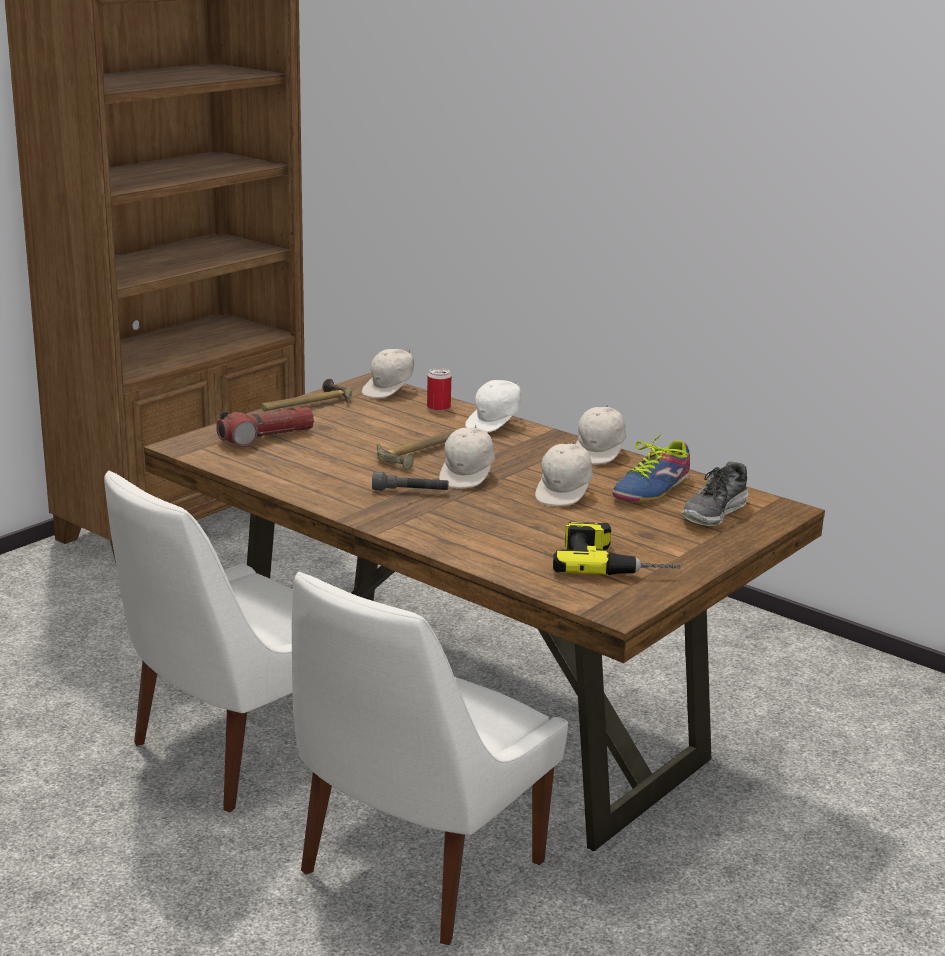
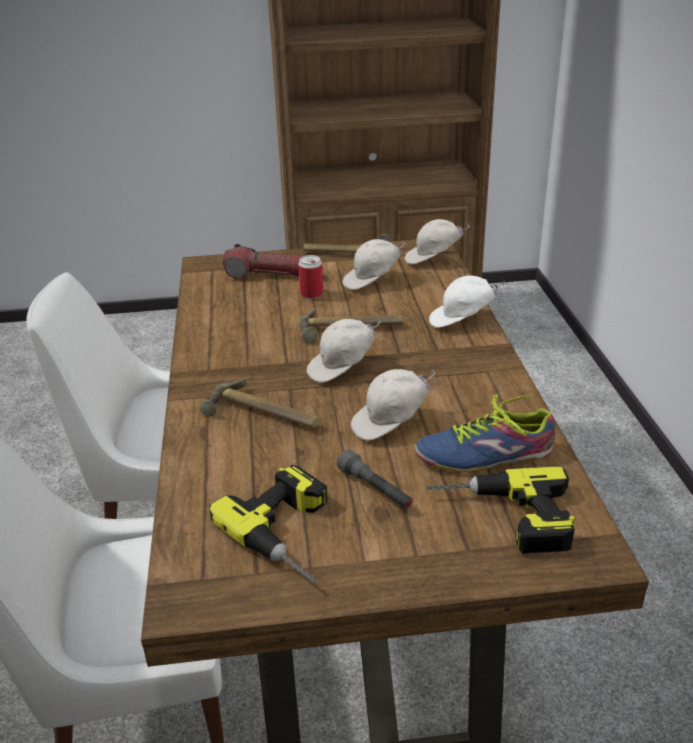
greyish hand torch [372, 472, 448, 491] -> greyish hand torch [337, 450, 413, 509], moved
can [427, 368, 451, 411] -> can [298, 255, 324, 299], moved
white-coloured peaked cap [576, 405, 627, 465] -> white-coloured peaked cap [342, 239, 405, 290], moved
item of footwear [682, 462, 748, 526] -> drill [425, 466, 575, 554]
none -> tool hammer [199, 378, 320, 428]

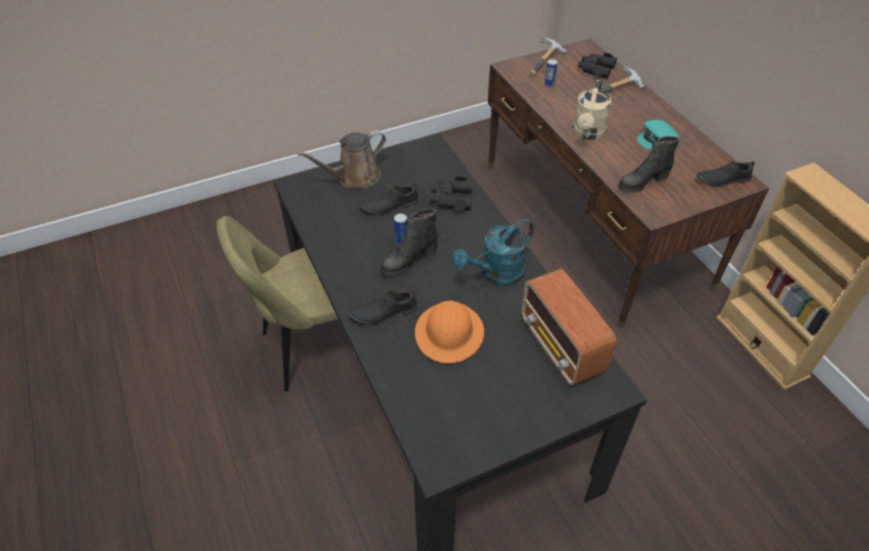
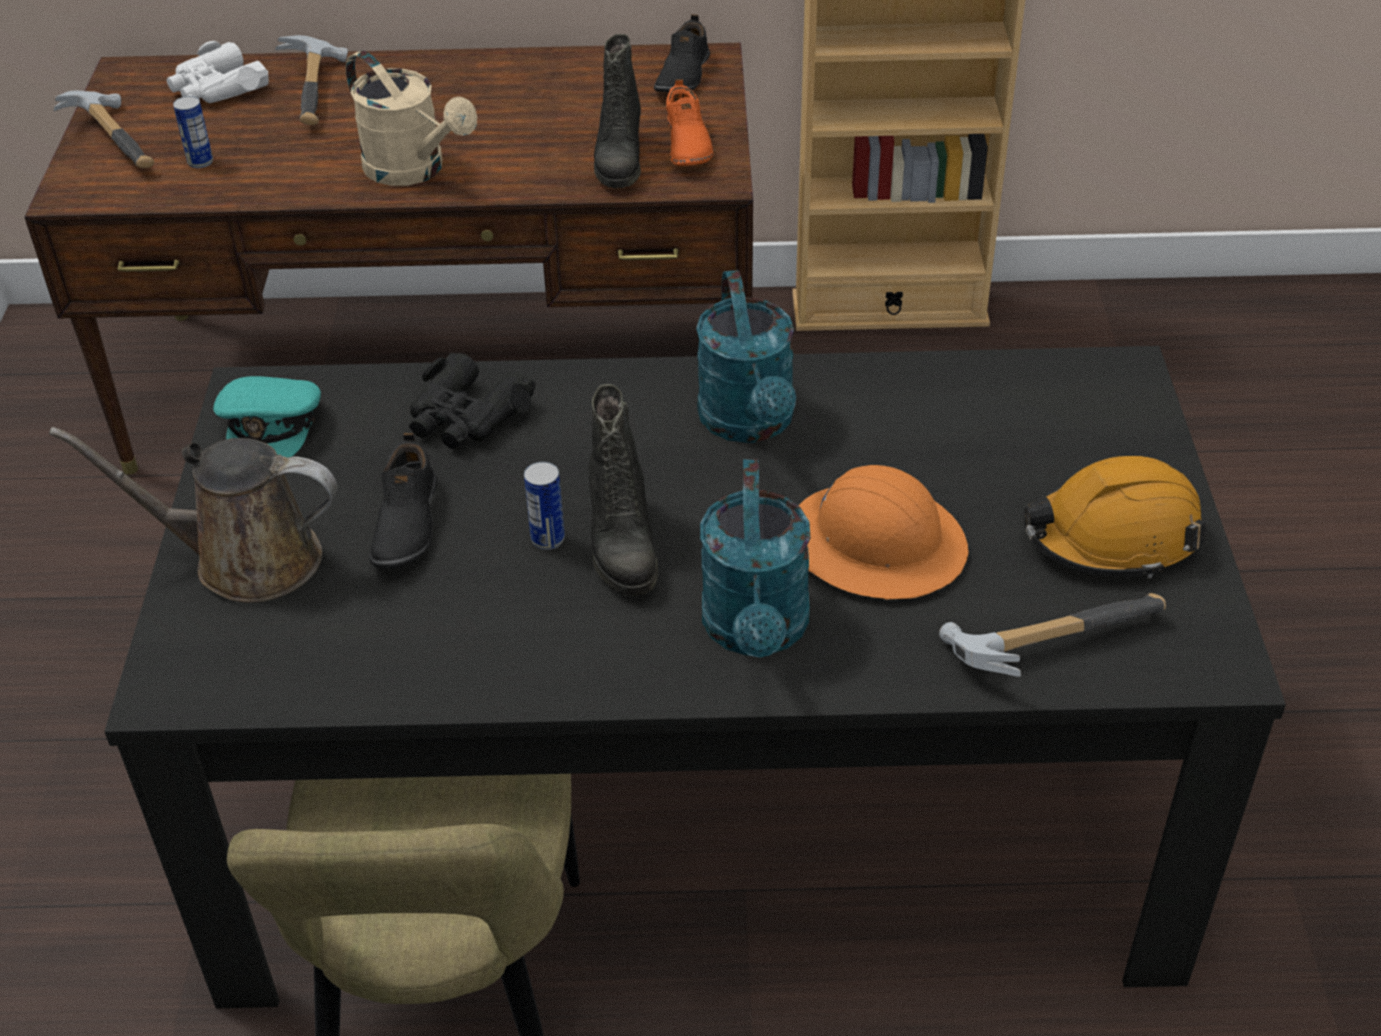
brown sprinkling can [297, 130, 386, 189] -> brown sprinkling can [49, 427, 337, 603], 105 degrees clockwise
blackish item of footwear [349, 288, 418, 325] -> blue-green sprinkling can [700, 459, 810, 658]
radio receiver [521, 269, 616, 386] -> none
blackish binoculars [578, 53, 617, 79] -> white-coloured binoculars [166, 41, 269, 103]
blue-green peaked cap [637, 120, 679, 149] -> blue-green peaked cap [213, 376, 321, 458], moved
none -> orangey item of footwear [666, 79, 713, 166]
none -> tool hammer [939, 593, 1166, 677]
none -> orangey hard hat [1024, 456, 1206, 578]

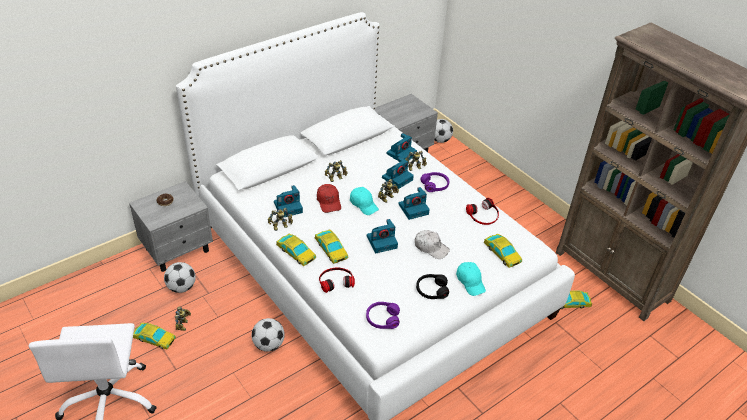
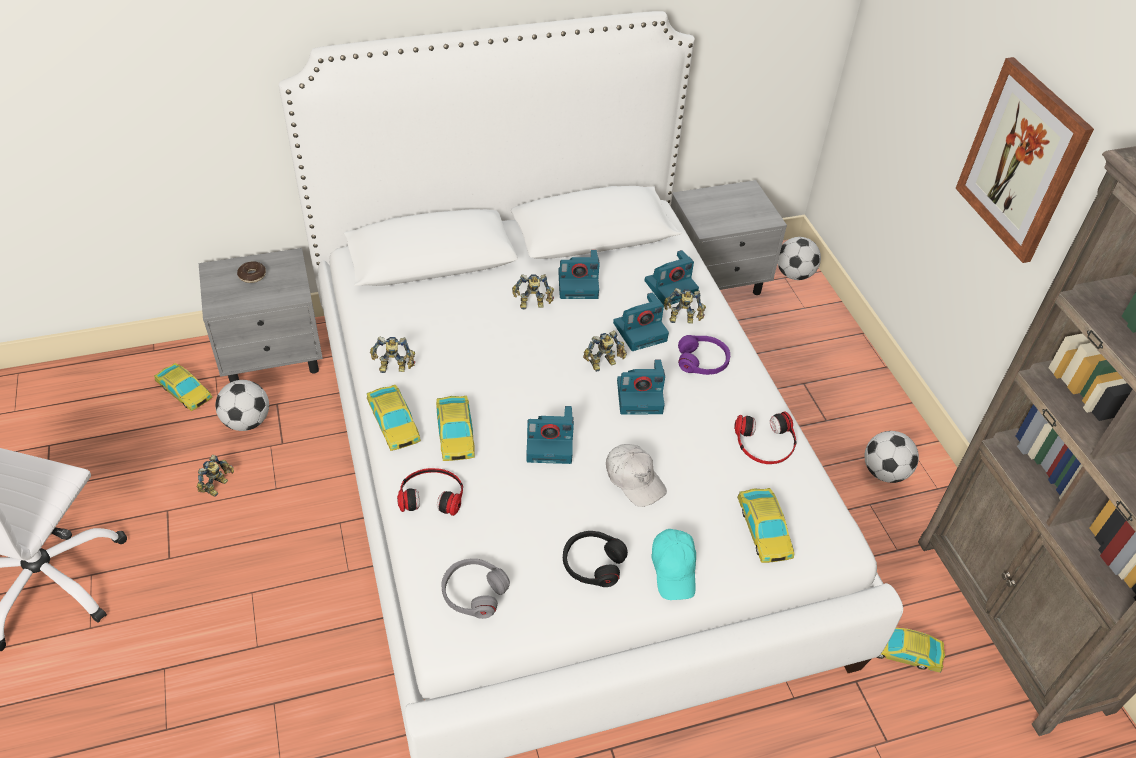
toy car [133, 323, 176, 349] -> toy car [154, 363, 213, 411], moved
ball for football [251, 318, 285, 352] -> ball for football [864, 431, 919, 483], moved
photo camera [274, 185, 303, 218] -> photo camera [558, 250, 600, 299], moved
red-coloured peaked cap [317, 184, 341, 213] -> none
blue-green peaked cap [350, 187, 379, 215] -> none
purple headphones [366, 302, 400, 329] -> greyish headphones [441, 558, 510, 619]
none -> wall picture [955, 57, 1094, 263]

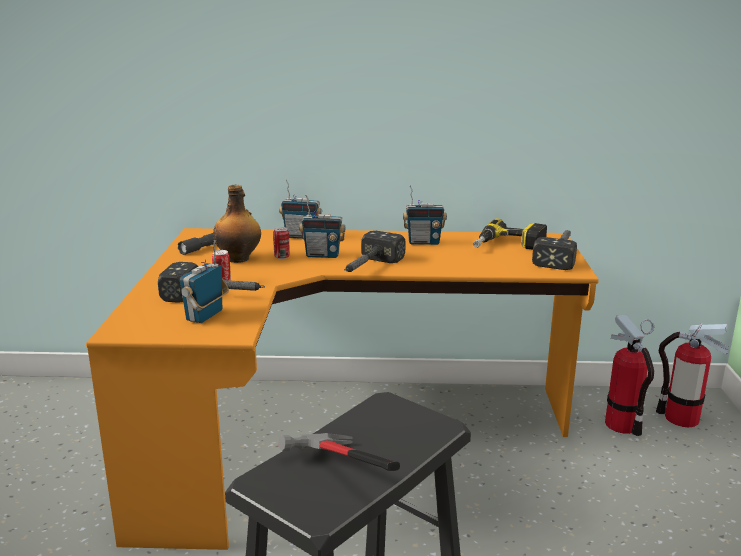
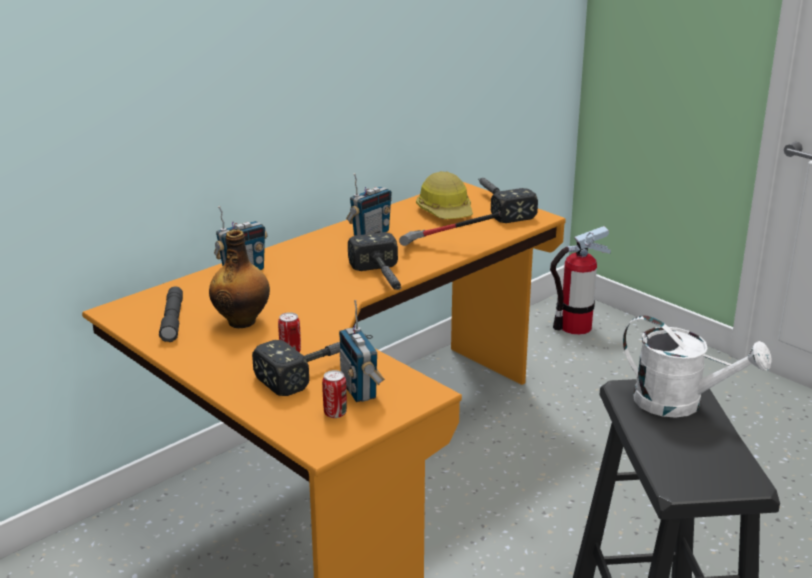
can [273, 227, 290, 259] -> can [322, 370, 347, 418], moved
tool hammer [278, 433, 400, 471] -> tool hammer [399, 212, 502, 246], moved
radio receiver [299, 195, 345, 258] -> none
drill [473, 219, 547, 250] -> hard hat [416, 171, 473, 219]
fire-fighting cylinder [605, 315, 654, 436] -> none
none -> white-coloured sprinkling can [622, 315, 772, 418]

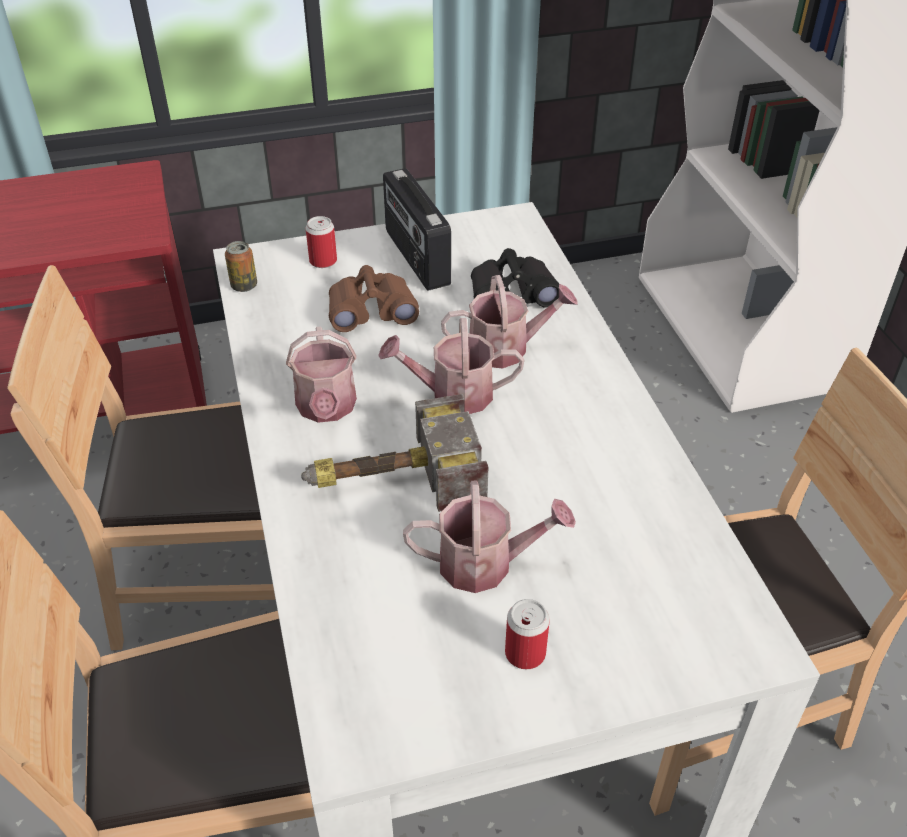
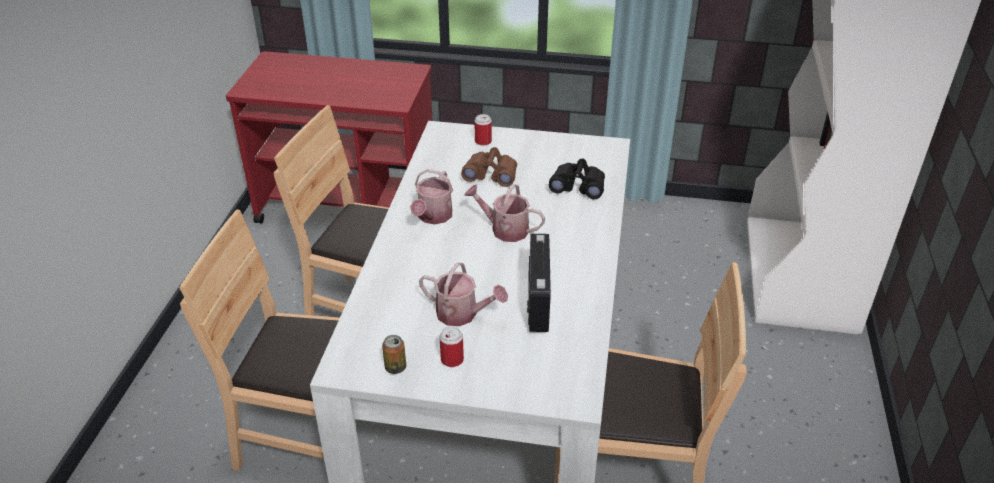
can [225, 241, 257, 292] -> can [382, 335, 406, 374], moved
tool hammer [301, 394, 488, 512] -> none
radio receiver [383, 168, 451, 291] -> radio receiver [527, 234, 551, 332], moved
sprinkling can [441, 275, 578, 368] -> none

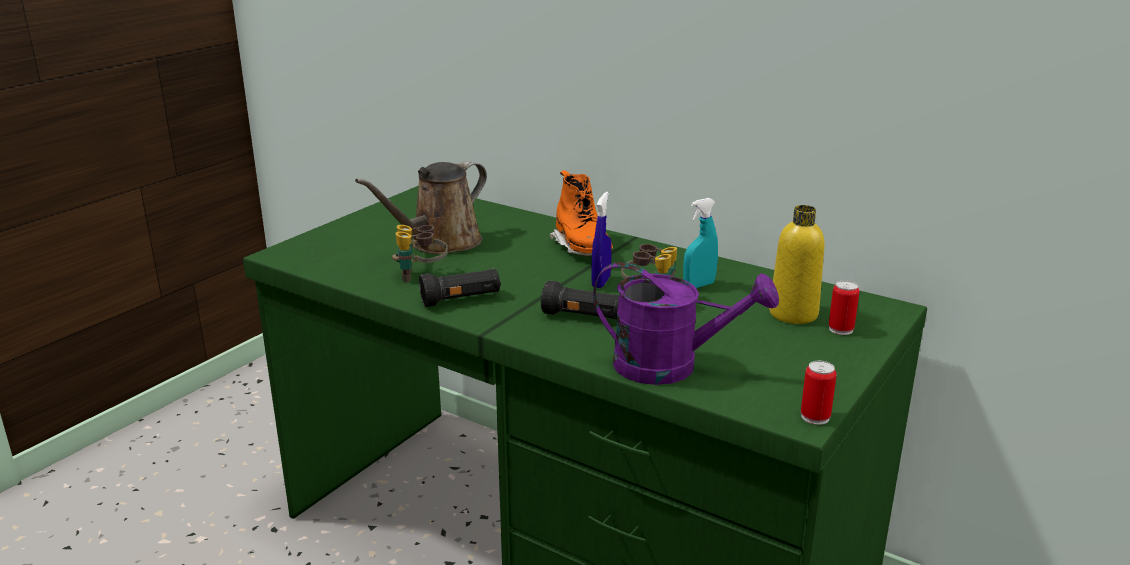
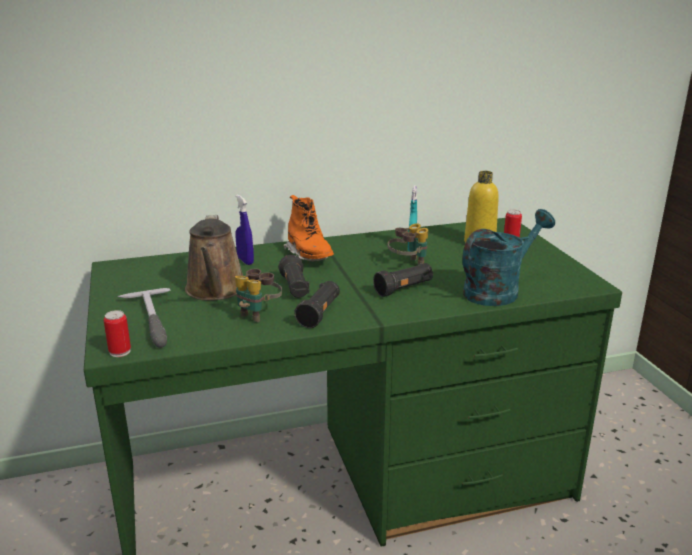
orangey boot [550, 170, 613, 256] -> orangey boot [284, 195, 334, 262], 45 degrees clockwise
blue-coloured spray bottle [591, 192, 612, 288] -> blue-coloured spray bottle [235, 194, 254, 265], moved
purple sprinkling can [593, 262, 779, 385] -> blue-green sprinkling can [462, 209, 555, 306]
can [801, 361, 836, 425] -> can [104, 310, 131, 357], moved
none -> tool hammer [118, 288, 170, 348]
none -> blackish hand torch [279, 255, 310, 298]

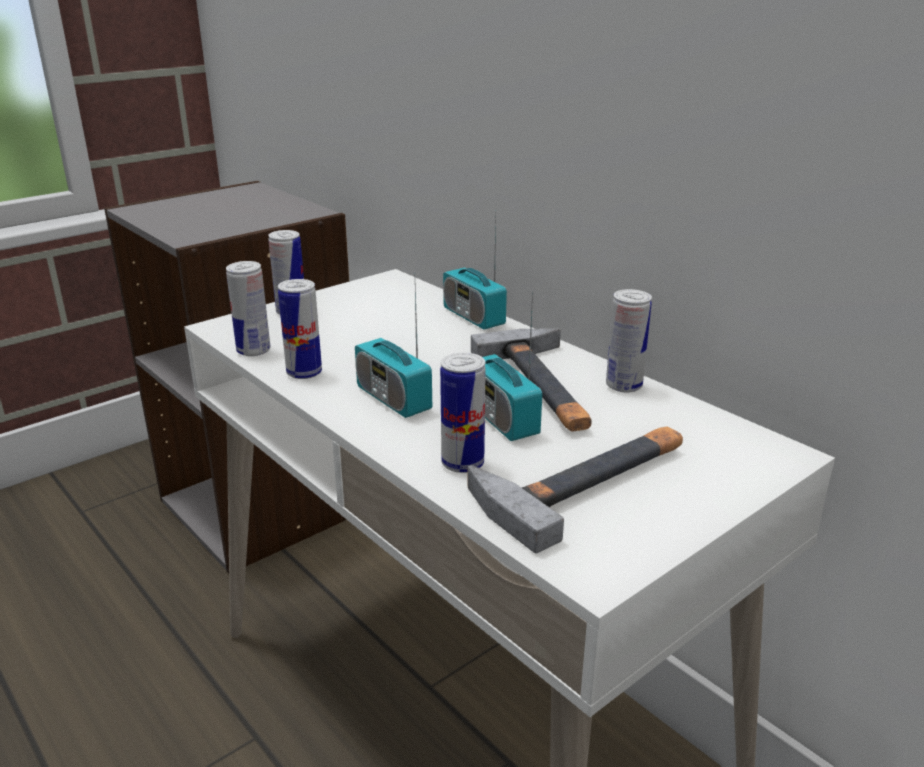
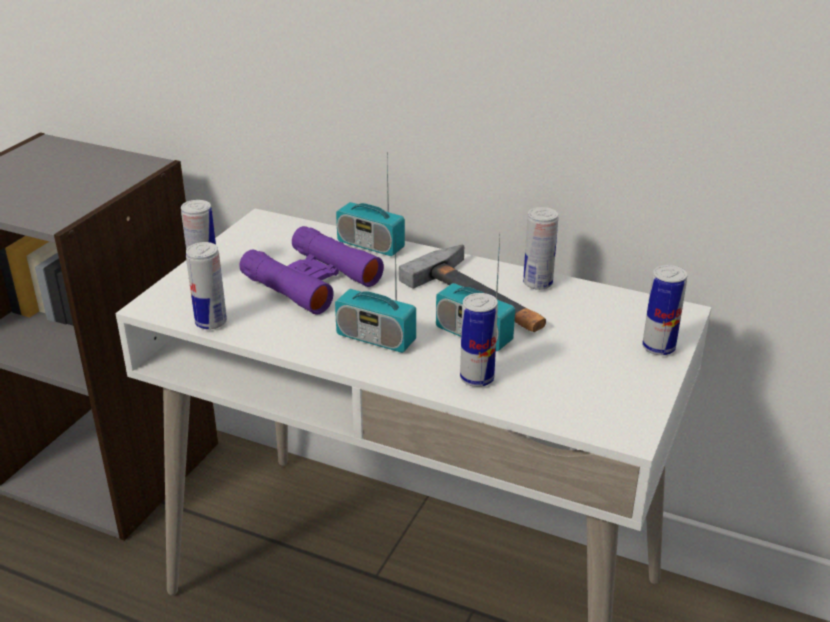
can [278, 279, 322, 379] -> can [642, 265, 688, 355], moved
tool hammer [468, 426, 683, 554] -> none
none -> purple binoculars [239, 226, 384, 314]

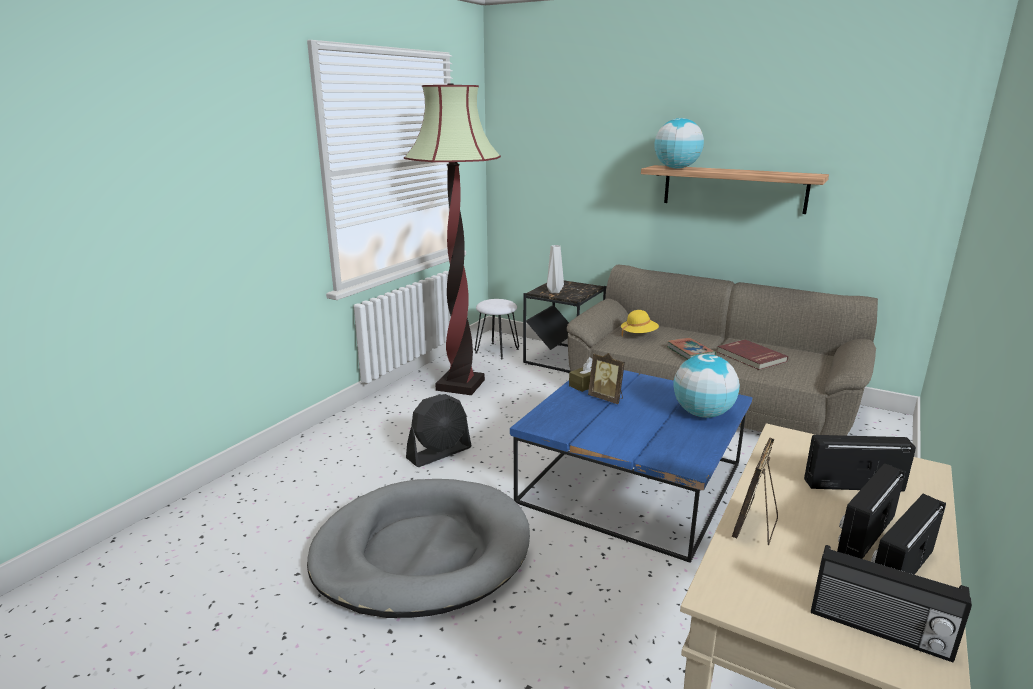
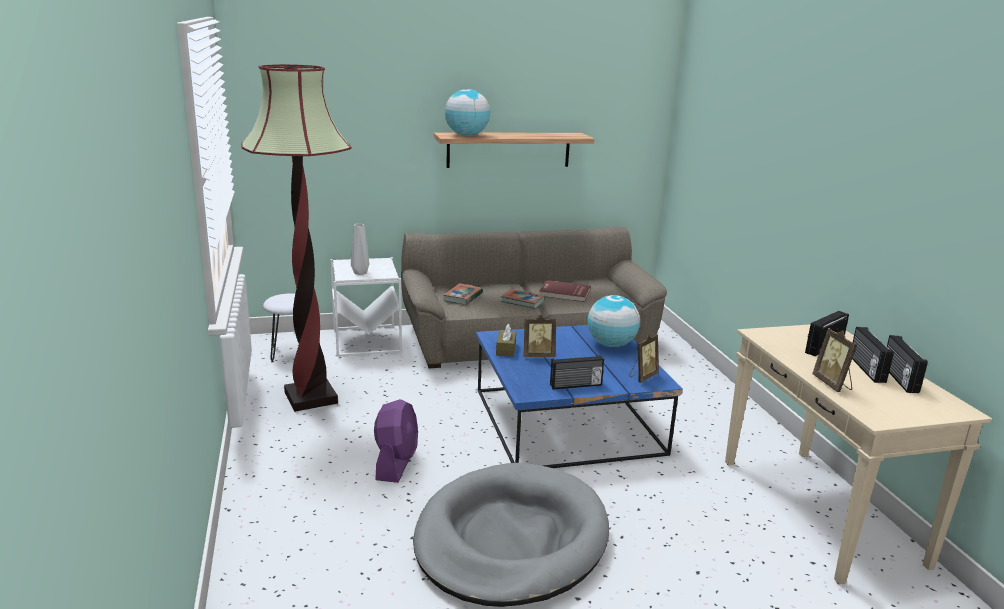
blackish cooling fan [406, 394, 472, 467] -> purple cooling fan [374, 399, 418, 483]
blackish side table [523, 280, 606, 373] -> white-coloured side table [331, 257, 402, 357]
yellow-coloured hat [621, 310, 659, 336] -> book [443, 283, 483, 305]
radio receiver [811, 545, 972, 662] -> radio receiver [550, 355, 604, 389], moved
none -> standing frame [629, 334, 659, 383]

